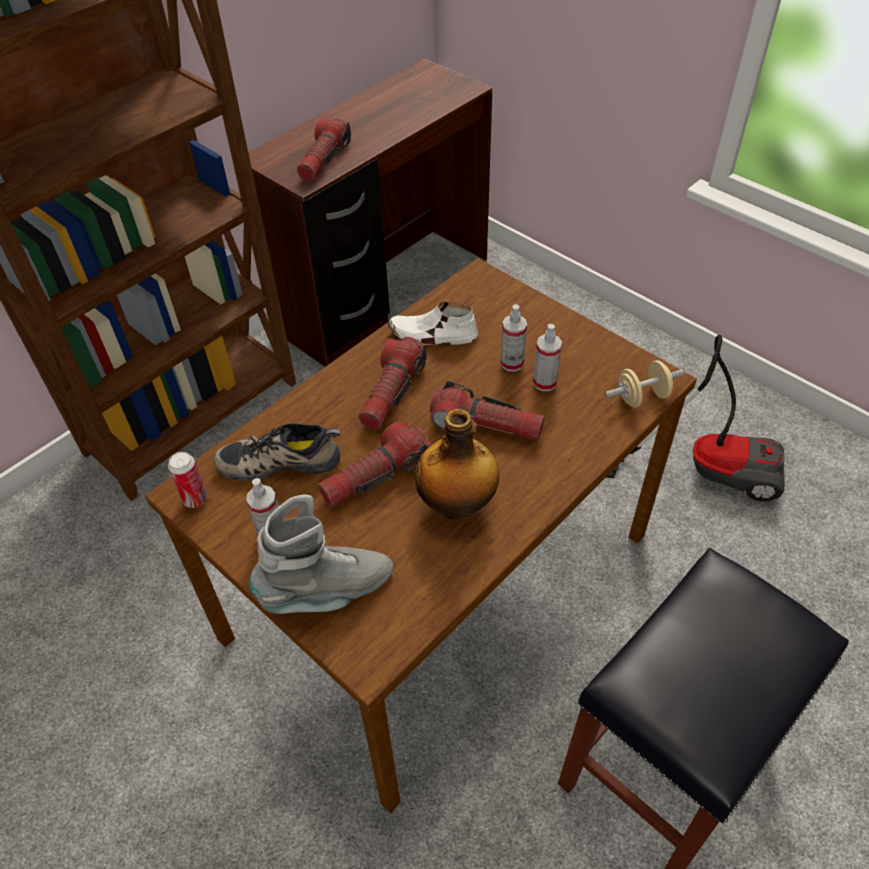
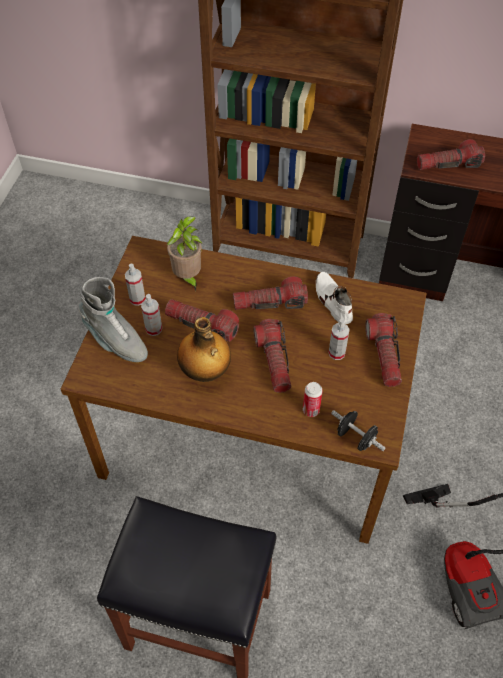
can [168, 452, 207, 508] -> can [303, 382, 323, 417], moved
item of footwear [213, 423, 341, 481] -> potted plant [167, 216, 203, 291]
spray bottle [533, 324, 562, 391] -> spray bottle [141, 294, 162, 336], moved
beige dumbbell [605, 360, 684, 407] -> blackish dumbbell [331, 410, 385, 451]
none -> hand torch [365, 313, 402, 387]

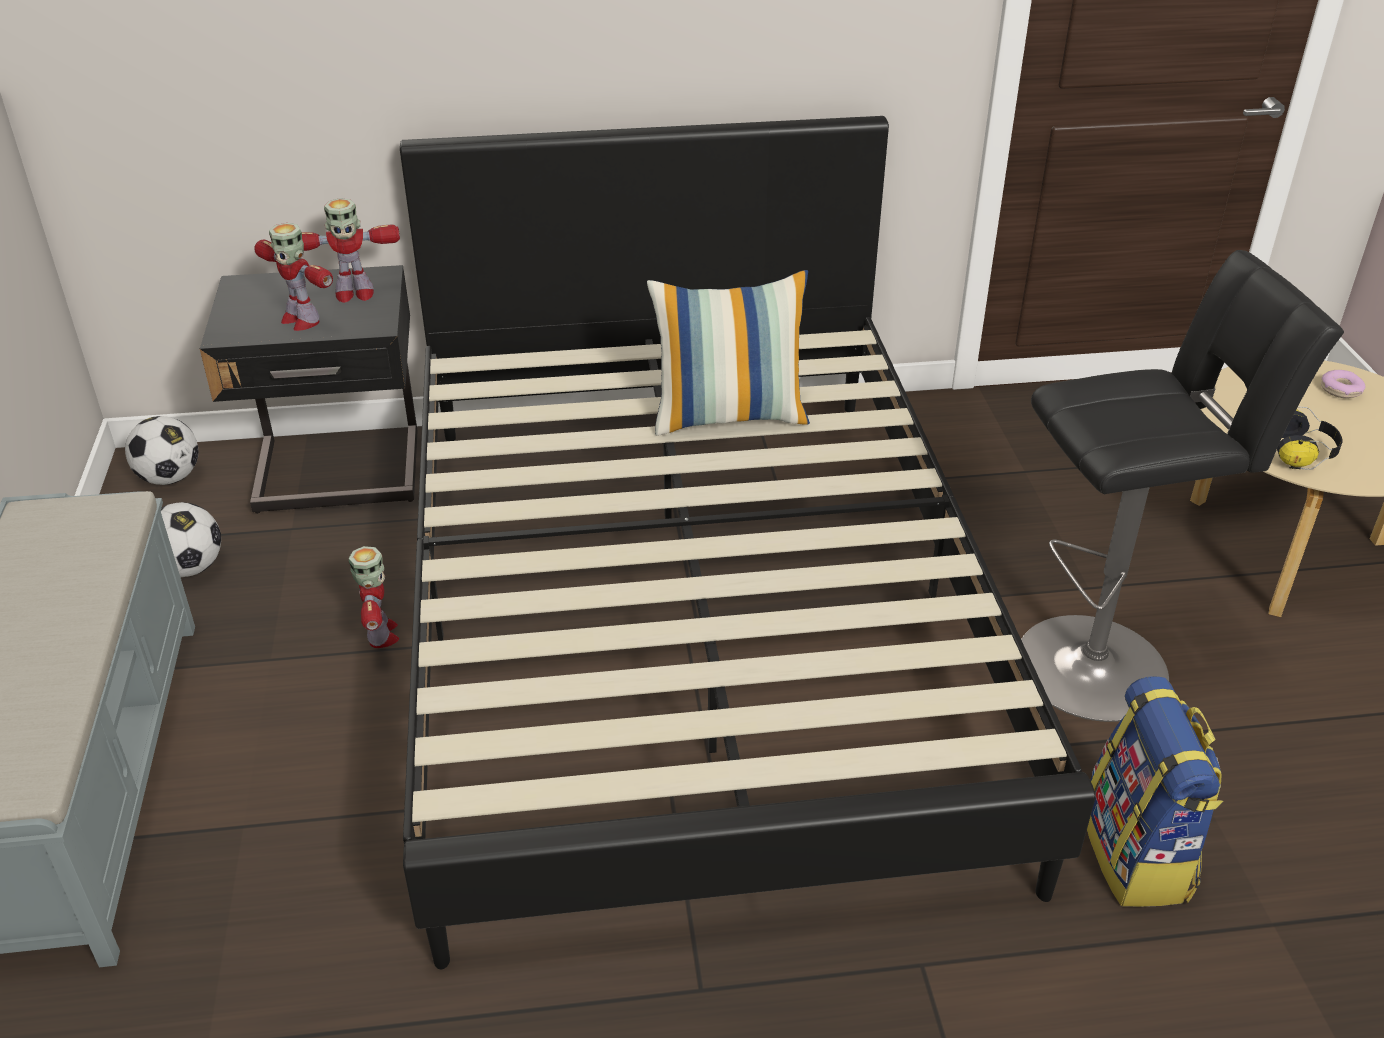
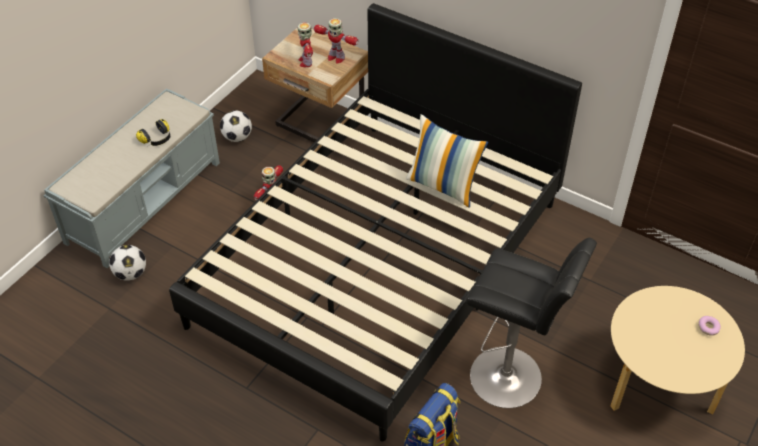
ball for football [125, 416, 199, 485] -> ball for football [109, 245, 146, 281], moved
blackish nightstand [200, 265, 418, 514] -> beige nightstand [262, 27, 368, 143]
headphones [1277, 406, 1342, 470] -> headphones [136, 119, 170, 146], moved

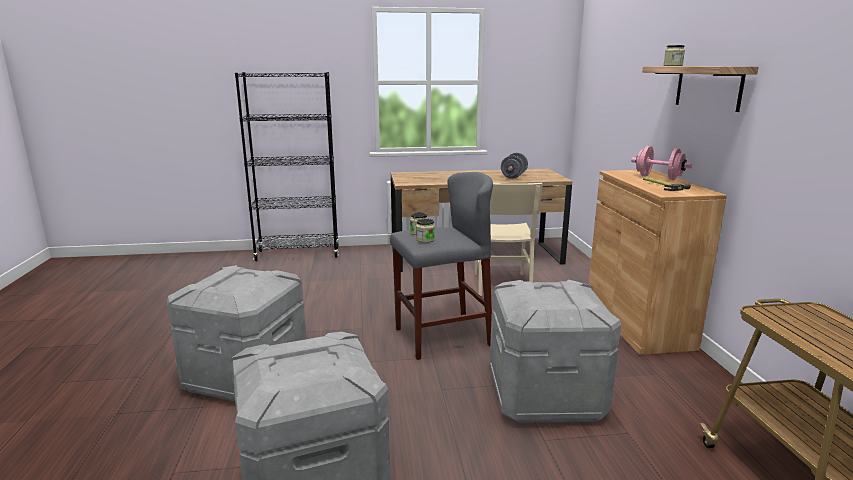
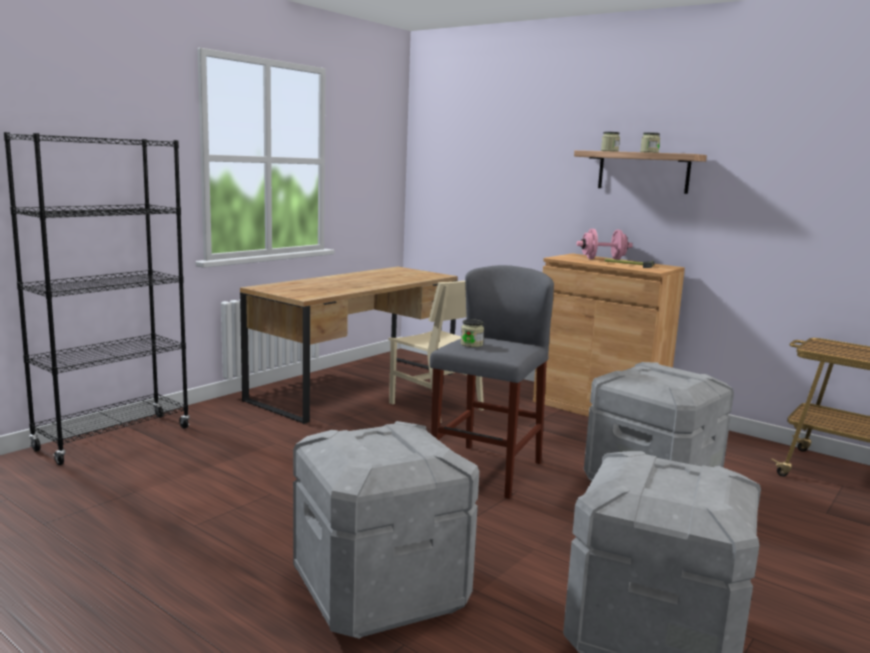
storage jar [416, 219, 435, 243] -> storage jar [640, 132, 660, 153], moved
greyish dumbbell [501, 153, 528, 179] -> none

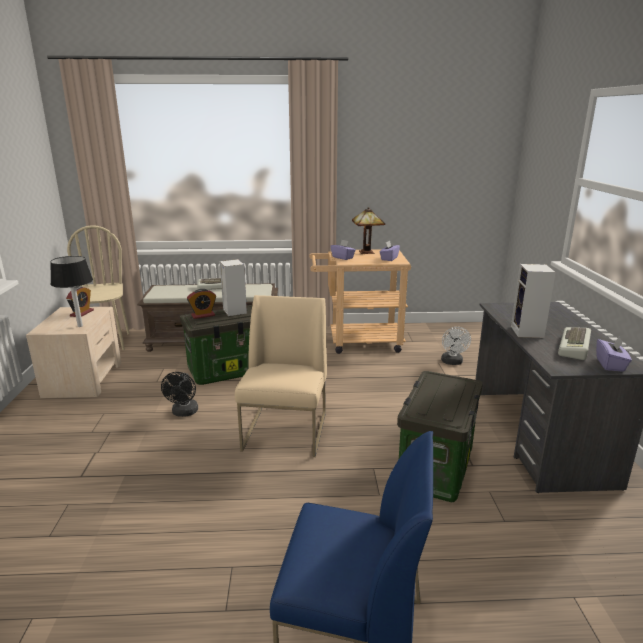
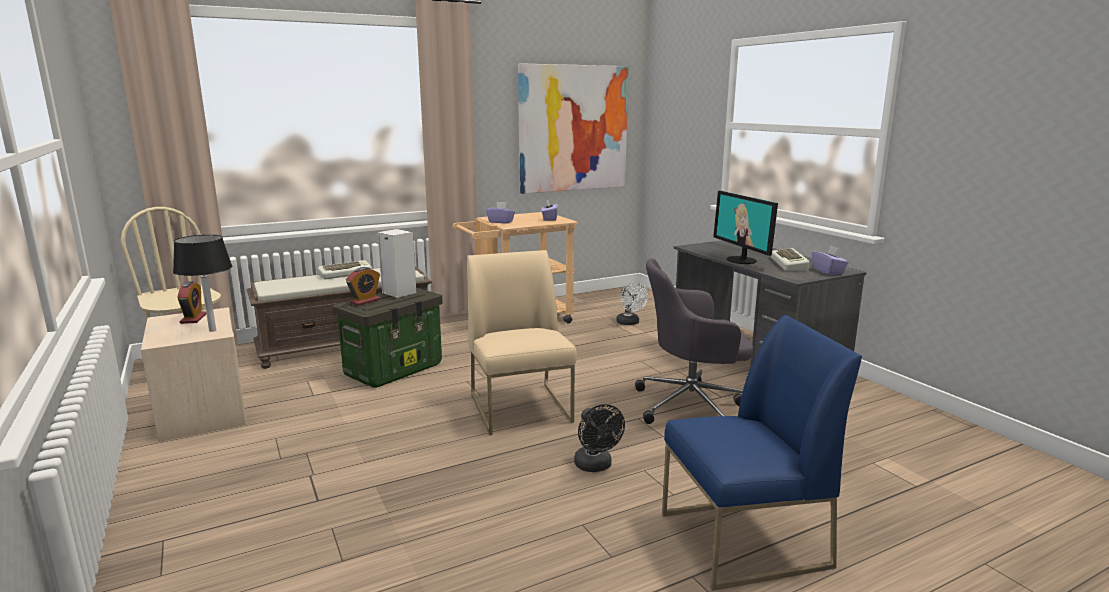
blackish cooling fan [161, 372, 198, 417] -> blackish cooling fan [574, 404, 625, 472], moved
table lamp [352, 207, 385, 254] -> none
storage box [397, 371, 483, 503] -> greyish desk chair [635, 258, 753, 424]
audio speaker [511, 264, 556, 338] -> monitor [713, 191, 778, 264]
none -> wall picture [518, 63, 629, 194]

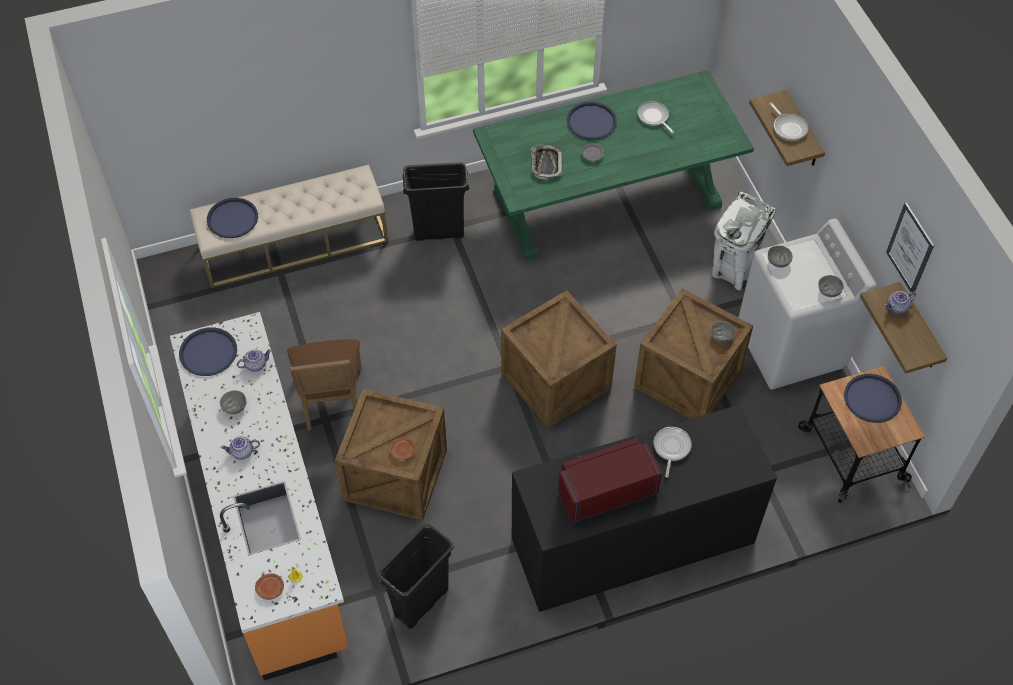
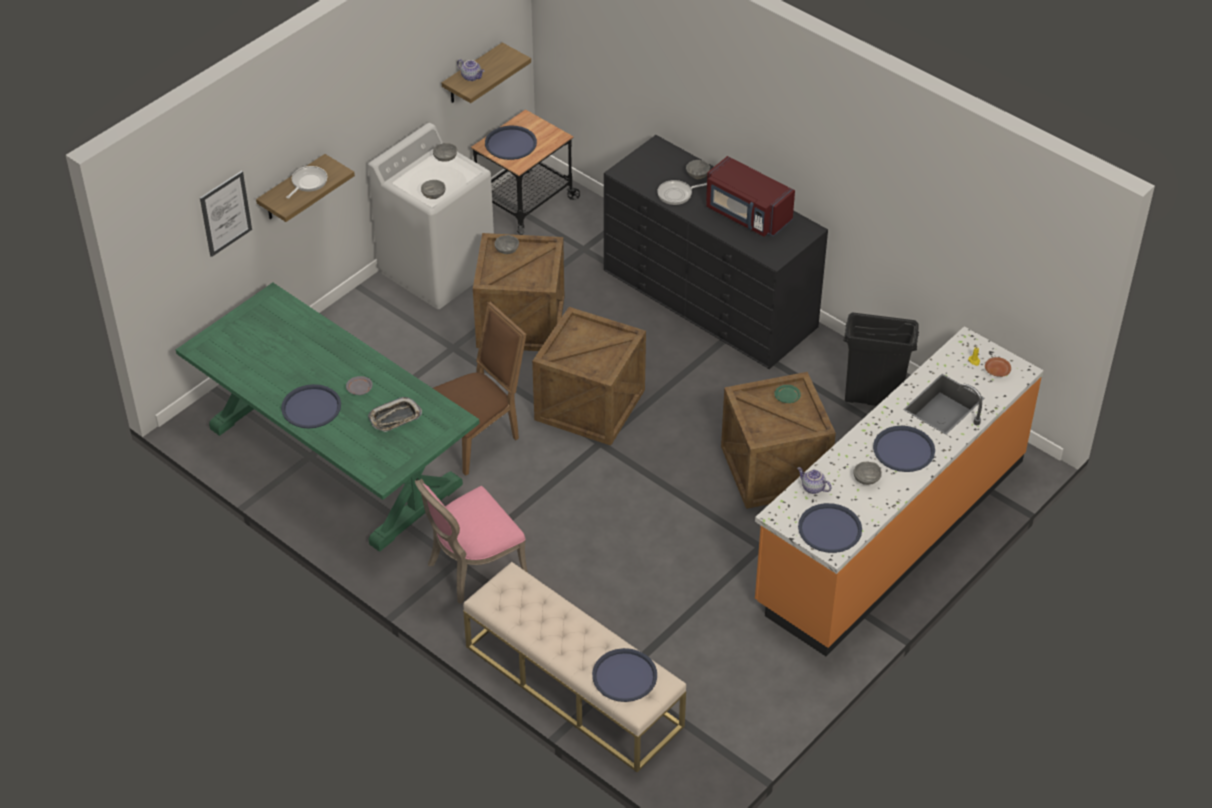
tea pot [220, 436, 260, 460] -> blue-coloured serving tray [873, 426, 935, 472]
brown plain chair [287, 339, 362, 431] -> brown plain chair [433, 302, 526, 476], moved
brown dinner plate [390, 437, 415, 460] -> green-coloured dinner plate [774, 385, 801, 403]
blackish rubbish bin [403, 162, 469, 241] -> pinkish plain chair [415, 479, 528, 604]
pan [638, 101, 674, 133] -> none
white-coloured rubbish bin [712, 191, 776, 291] -> none
wall picture [886, 202, 934, 295] -> wall picture [200, 171, 252, 257], moved
none -> greyish serving bowl [686, 160, 710, 179]

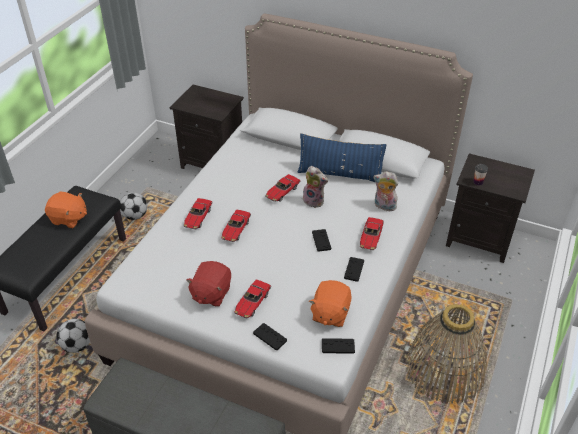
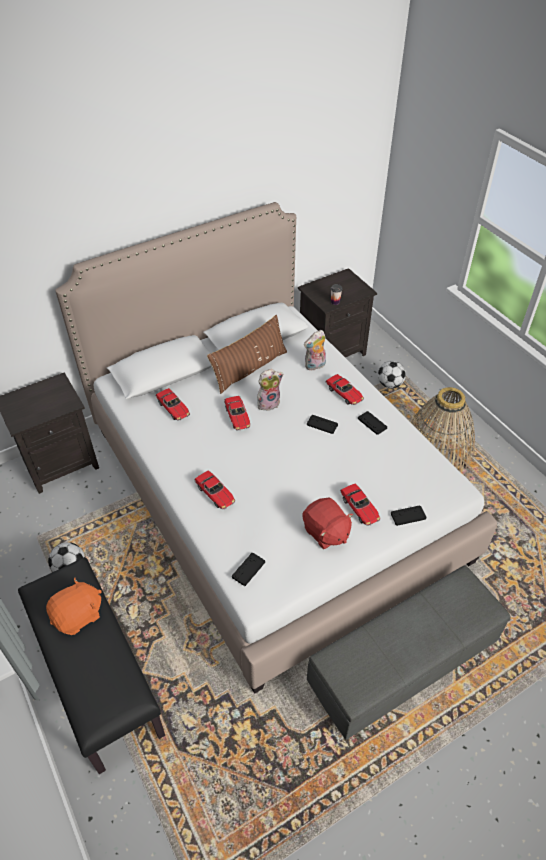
ball for football [56, 319, 90, 353] -> ball for football [378, 360, 406, 388], moved
toy car [221, 210, 251, 242] -> toy car [155, 388, 190, 421], moved
blue-coloured pillow [297, 133, 387, 183] -> brown pillow [207, 315, 287, 394]
orangey soft toy [309, 280, 352, 327] -> none
blackish joypad [322, 338, 355, 354] -> blackish joypad [232, 553, 265, 586], moved

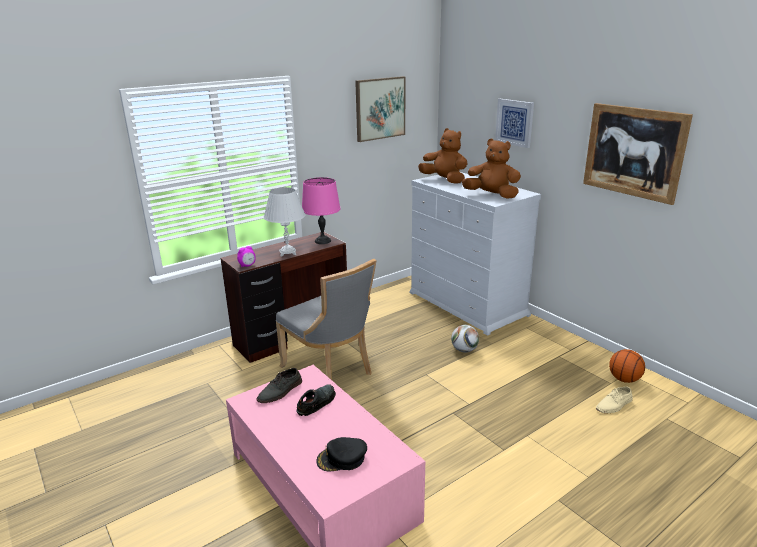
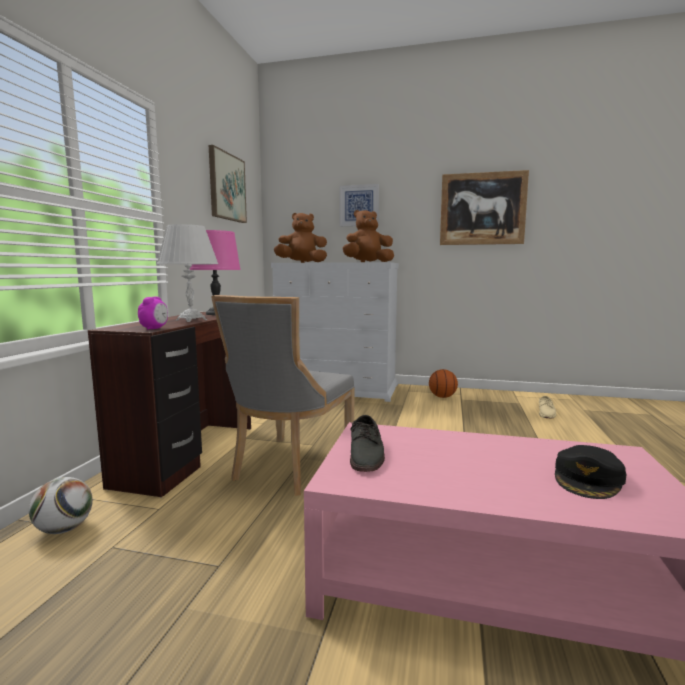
greyish plain chair [276, 259, 377, 380] -> greyish plain chair [211, 295, 355, 496], 105 degrees clockwise
blackish item of footwear [296, 384, 336, 416] -> none
ball for football [451, 325, 479, 353] -> ball for football [29, 477, 93, 534], moved
basketball [609, 349, 645, 383] -> basketball [429, 369, 458, 398], moved

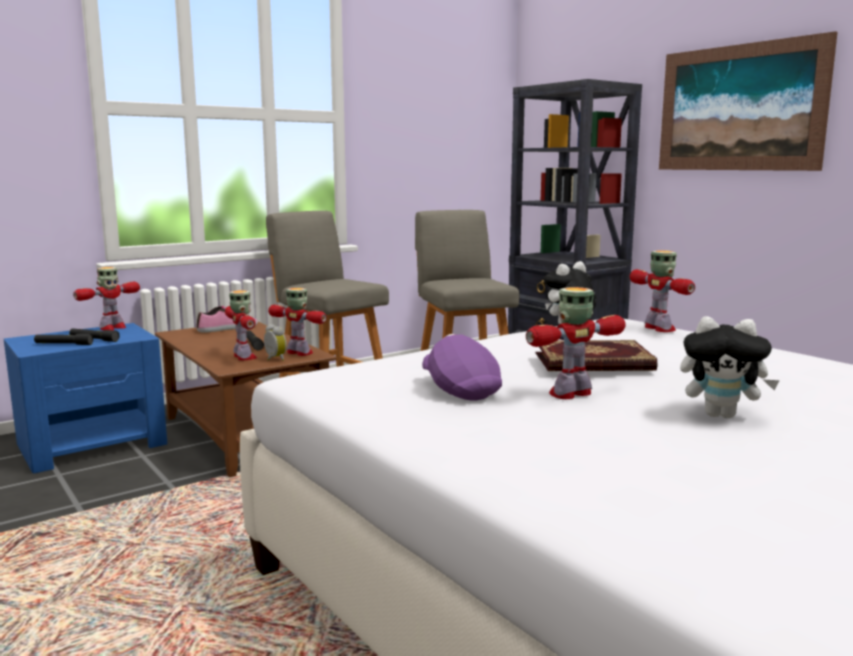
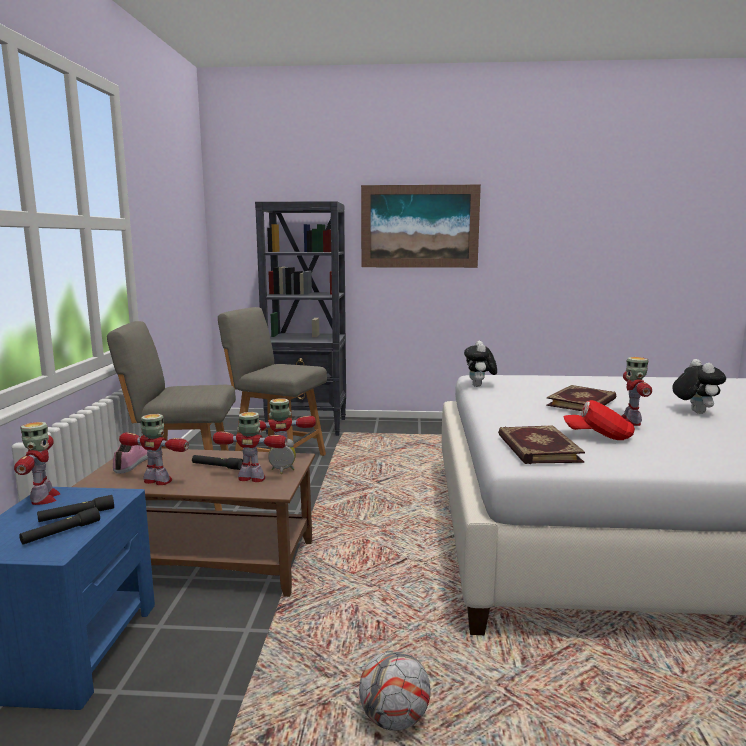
purple peaked cap [422, 334, 502, 401] -> red-coloured peaked cap [563, 400, 635, 440]
model robot [630, 250, 695, 332] -> model robot [119, 414, 189, 485], moved
soft toy [680, 316, 780, 418] -> soft toy [672, 359, 726, 414], 60 degrees counterclockwise
none -> ball for football [359, 650, 430, 731]
none -> book [498, 425, 585, 464]

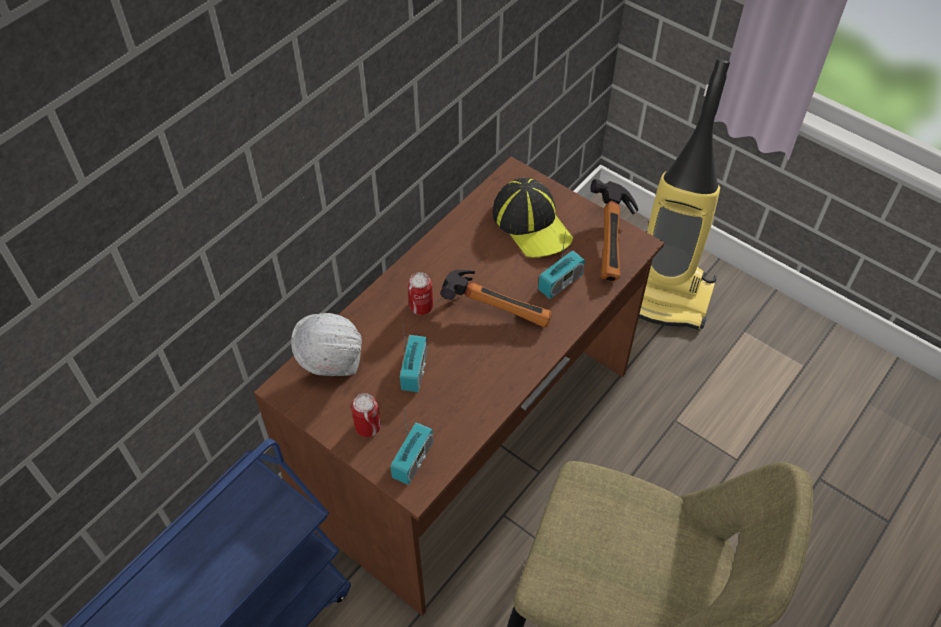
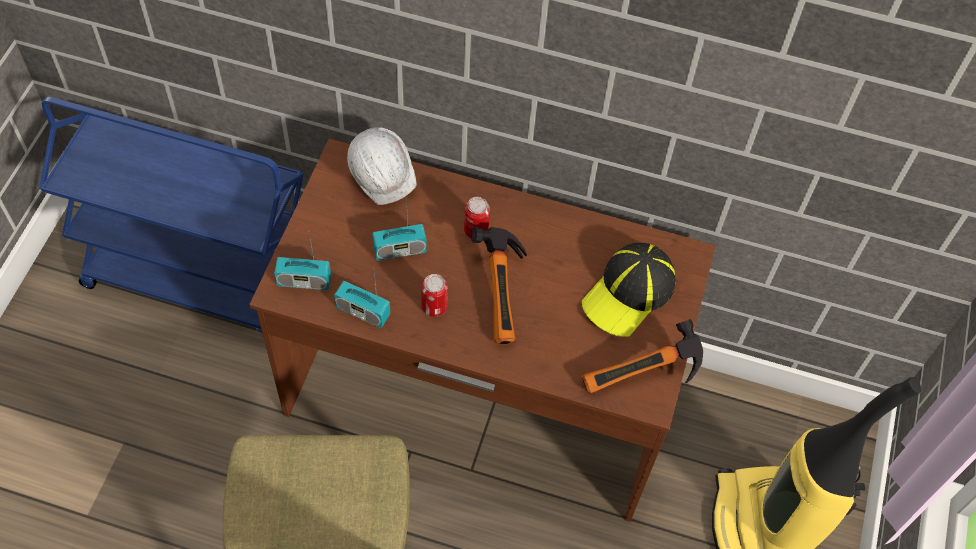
can [351, 393, 381, 437] -> can [421, 274, 447, 317], moved
radio receiver [538, 229, 585, 299] -> radio receiver [334, 273, 390, 328], moved

